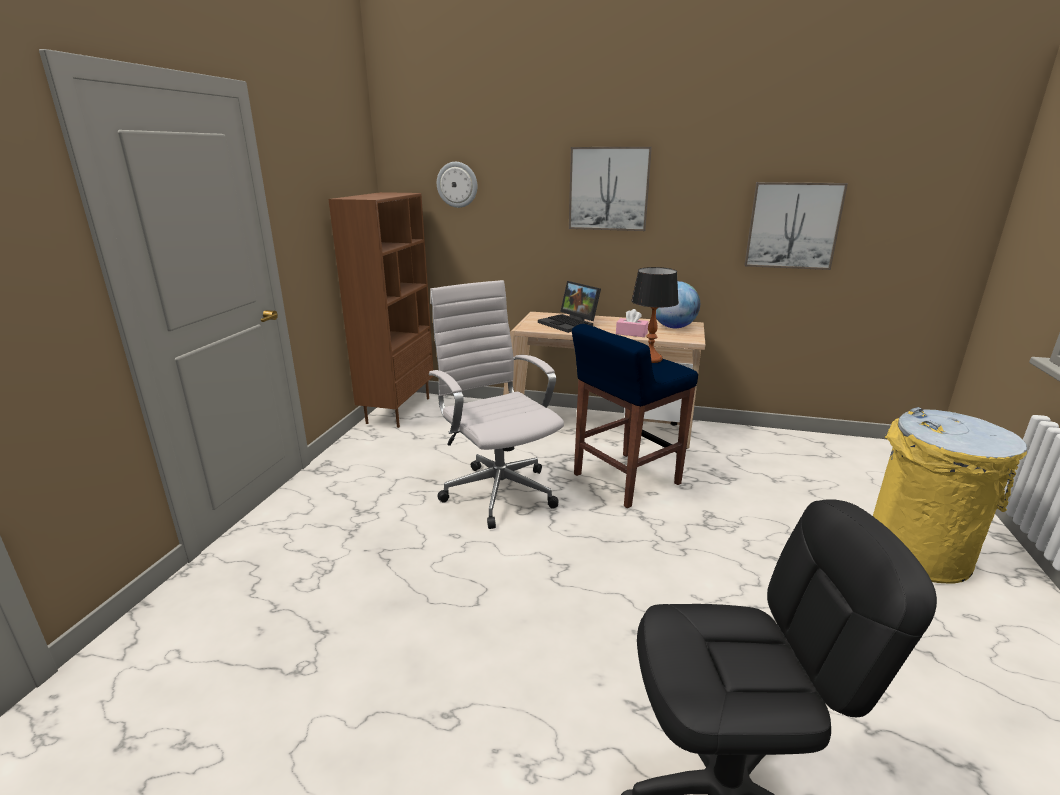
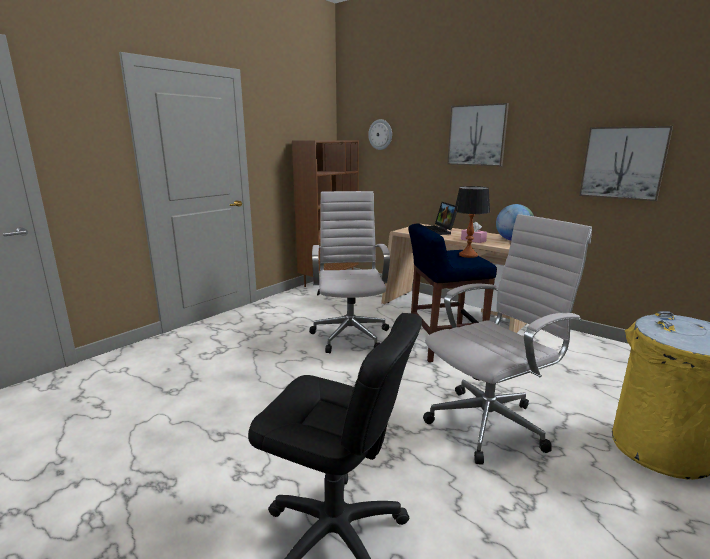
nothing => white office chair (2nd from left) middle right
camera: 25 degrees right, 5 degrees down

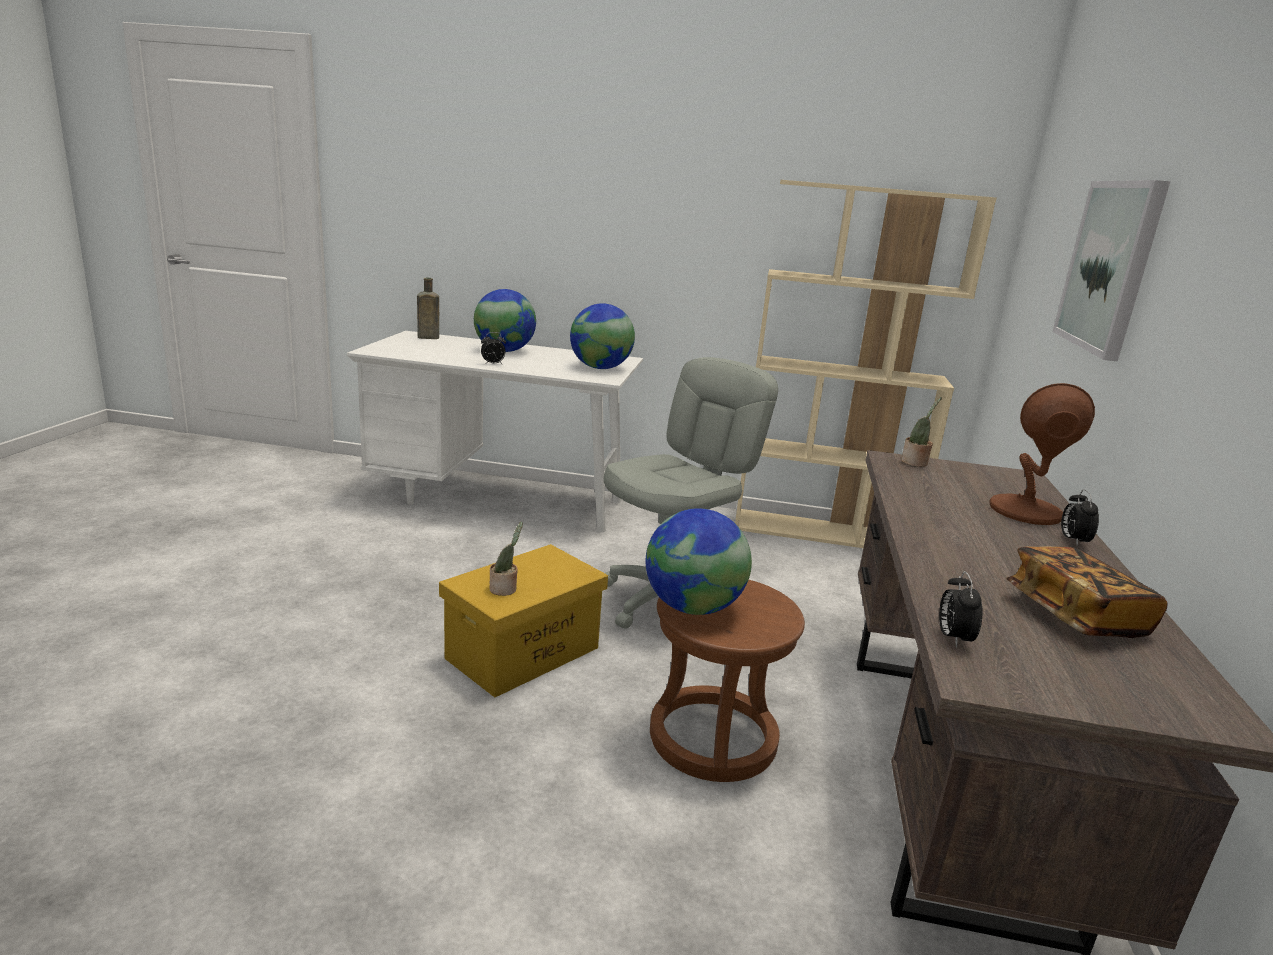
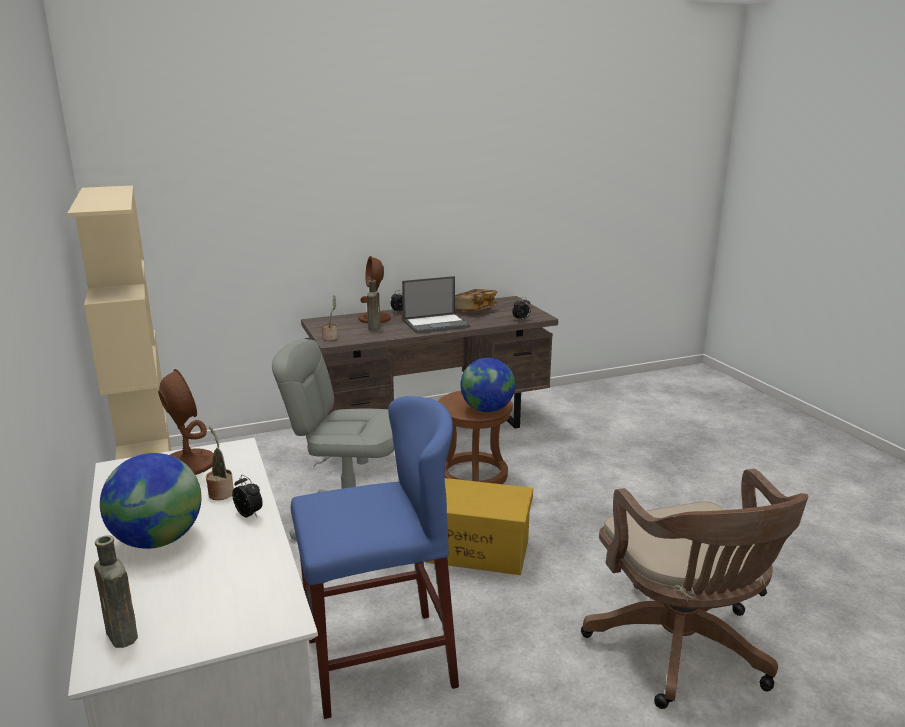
wall art top right => nothing
nothing => blue stool bottom centre
nothing => brown beverage bottle (2nd from left) centre
nothing => portable computer centre
nothing => brown office chair bottom right
houseplant (1st from left) centre => houseplant (1st from left) middle left, move
globe (2nd from left) centre => brown lamp for a table (1st from left) middle left
camera: 120 degrees left, 0 degrees up

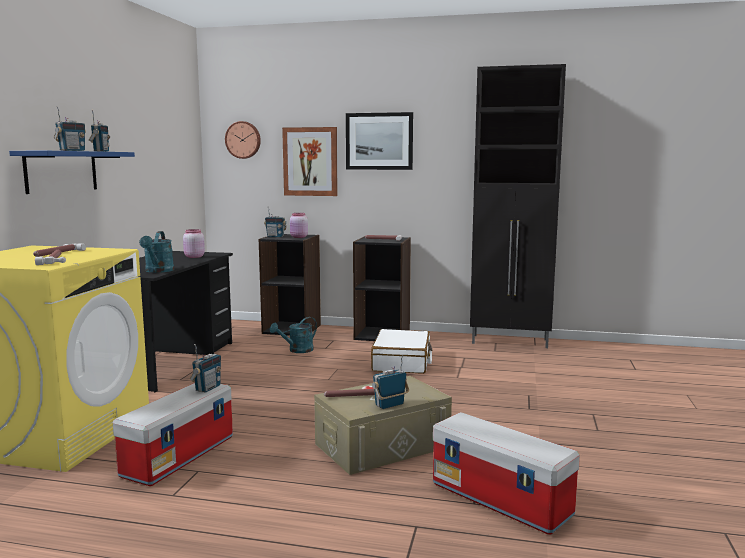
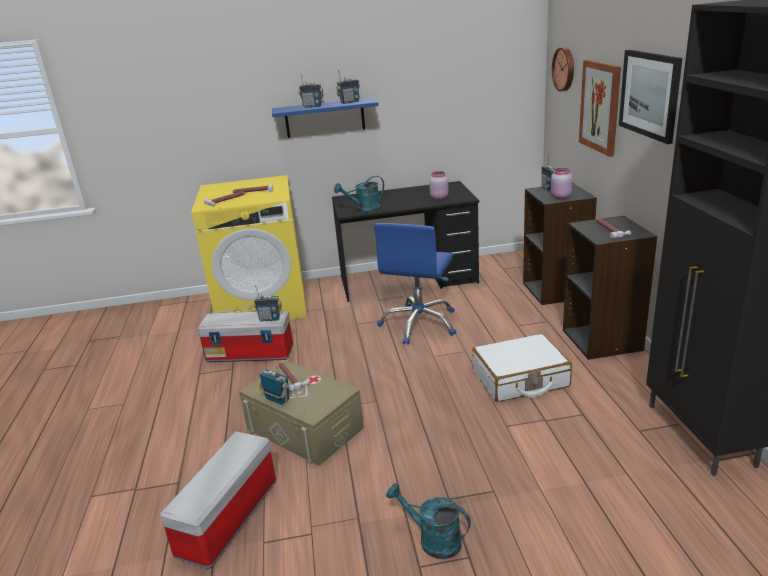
nothing => blue office chair centre
turquoise-coloured watering can (2nd from left) centre => turquoise-coloured watering can (2nd from left) bottom centre, move
camera: 70 degrees right, 15 degrees up

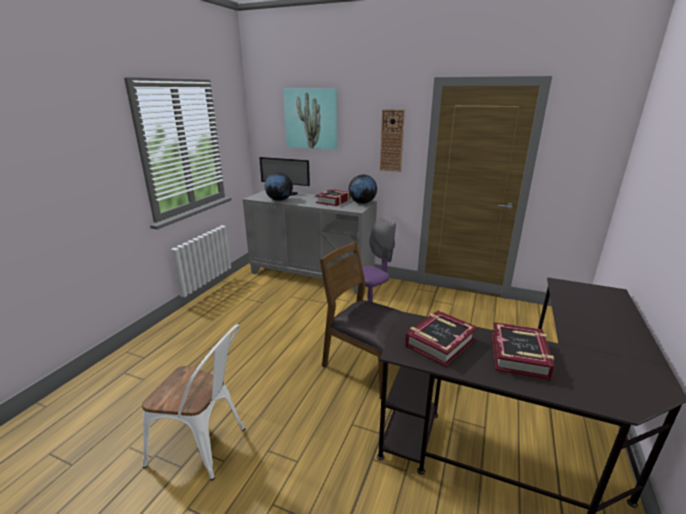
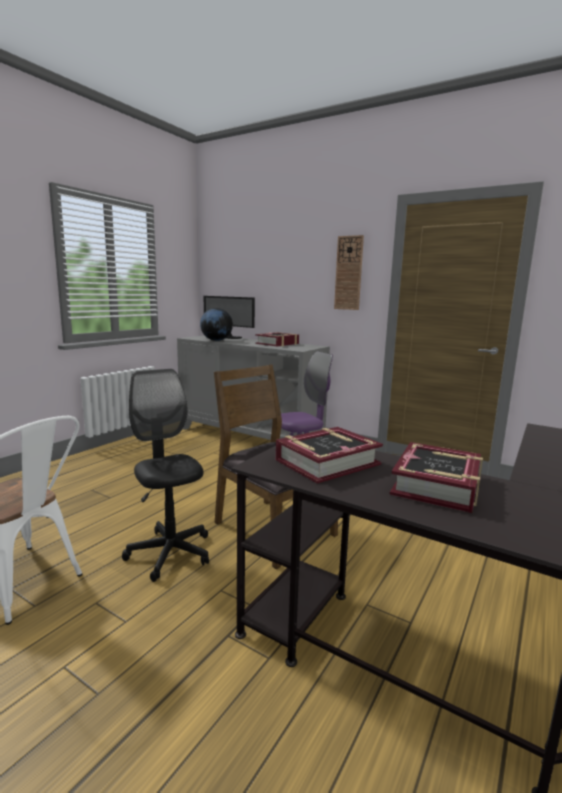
wall art top centre => nothing
globe (2nd from left) centre => nothing
nothing => black-coloured office chair middle left
camera: 10 degrees right, 10 degrees down

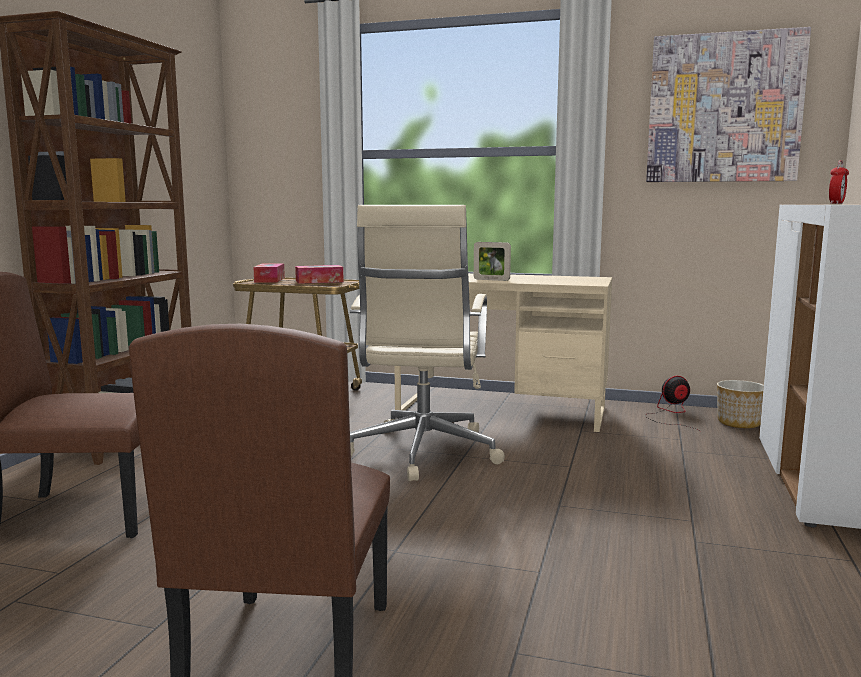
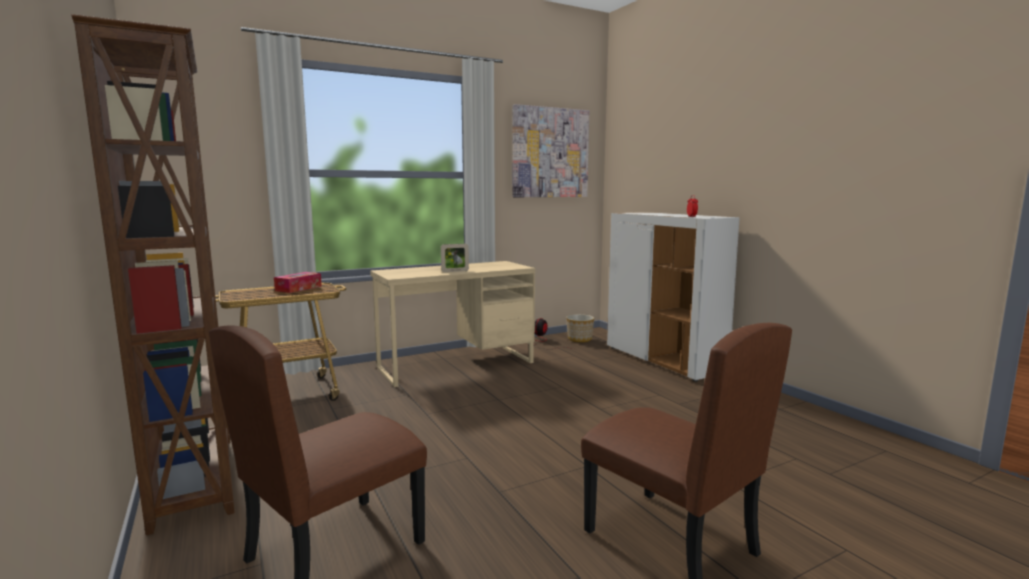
box of tissues (1st from left) middle left => nothing
sand-coloured office chair centre => nothing
camera: 45 degrees left, 0 degrees up

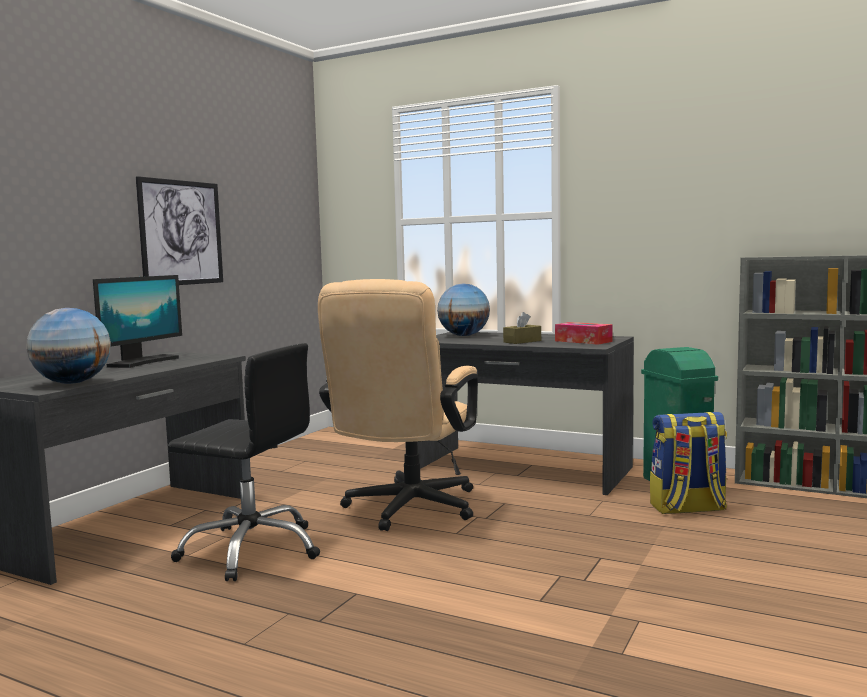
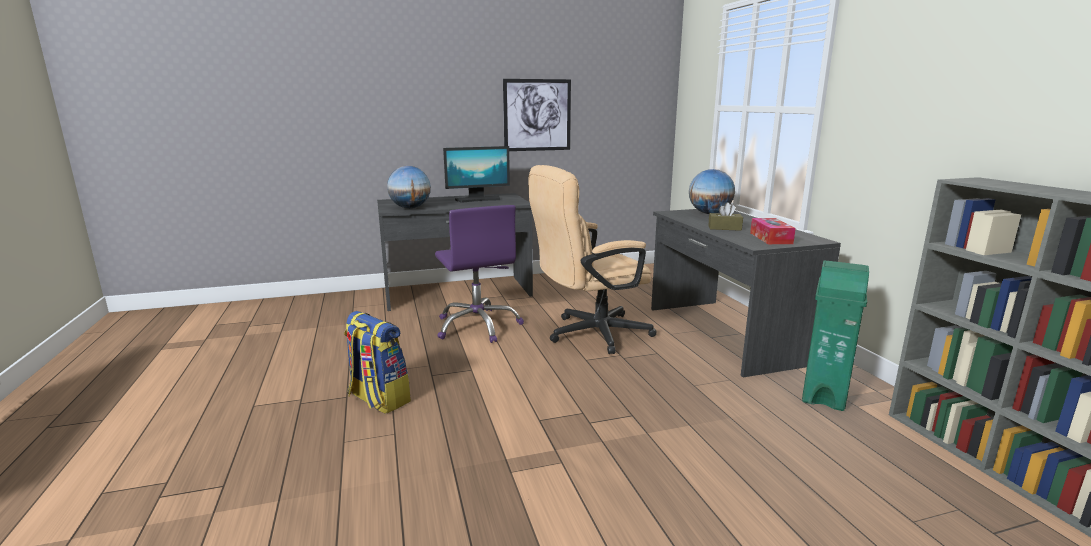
backpack middle right => backpack centre, move
black-coloured office chair middle left => purplish office chair centre
camera: 45 degrees right, 10 degrees up

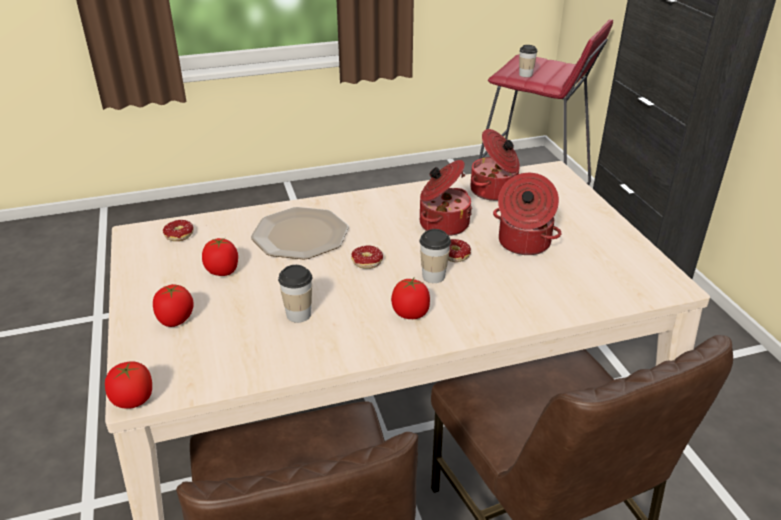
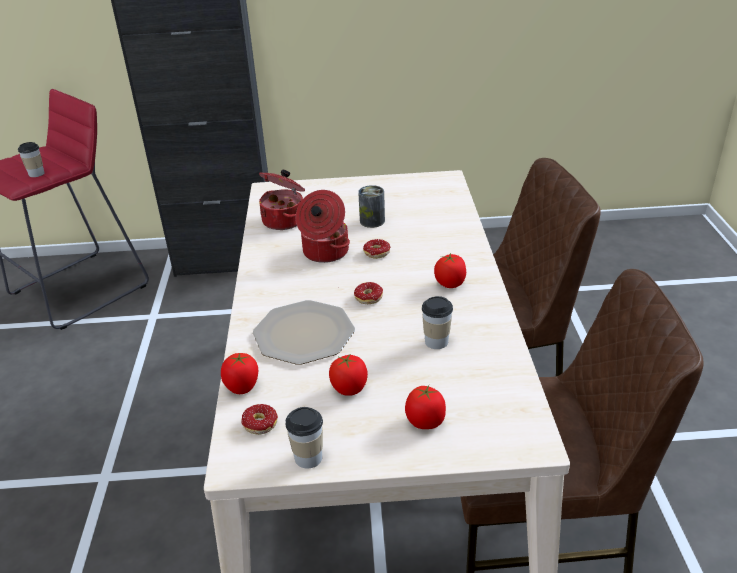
whole tomato (1st from left) bottom left => whole tomato (1st from left) middle left, move
drinking cup (2nd from left) centre => drinking cup (2nd from left) bottom centre, move
cooking pot (3rd from left) middle right => can centre
camera: 75 degrees left, 0 degrees up

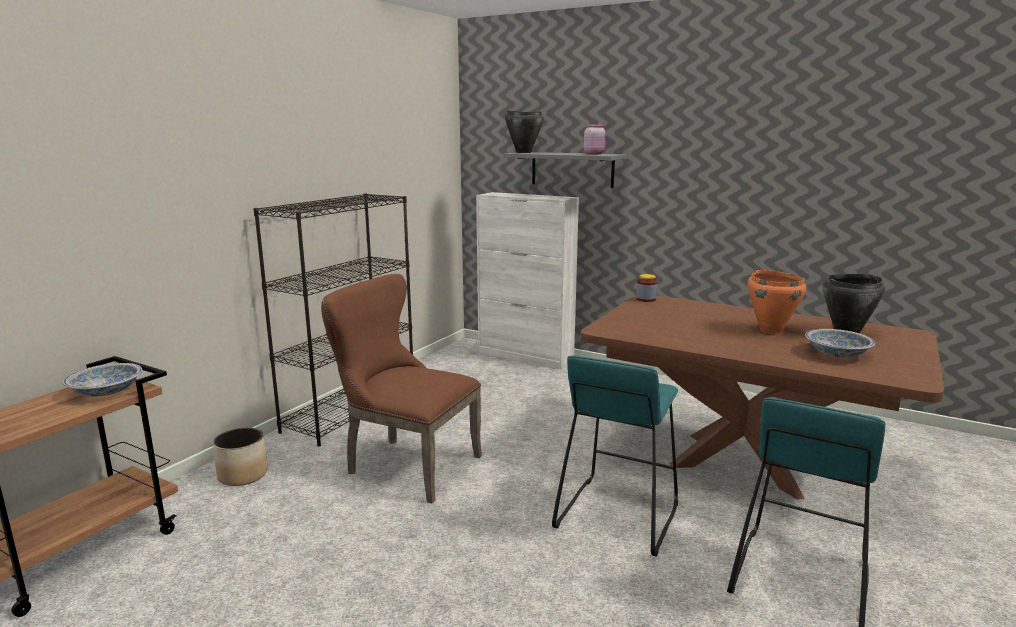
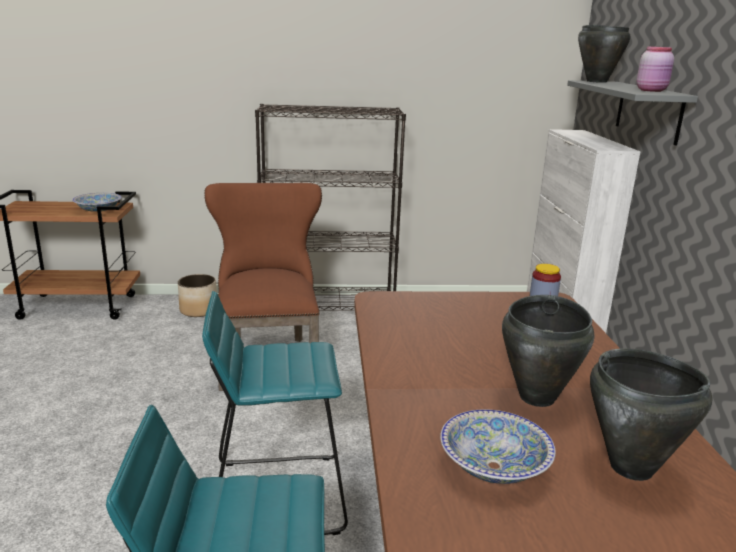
orange-coloured cooking pot middle right => black-coloured cooking pot (1st from left) middle right
camera: 55 degrees right, 5 degrees up

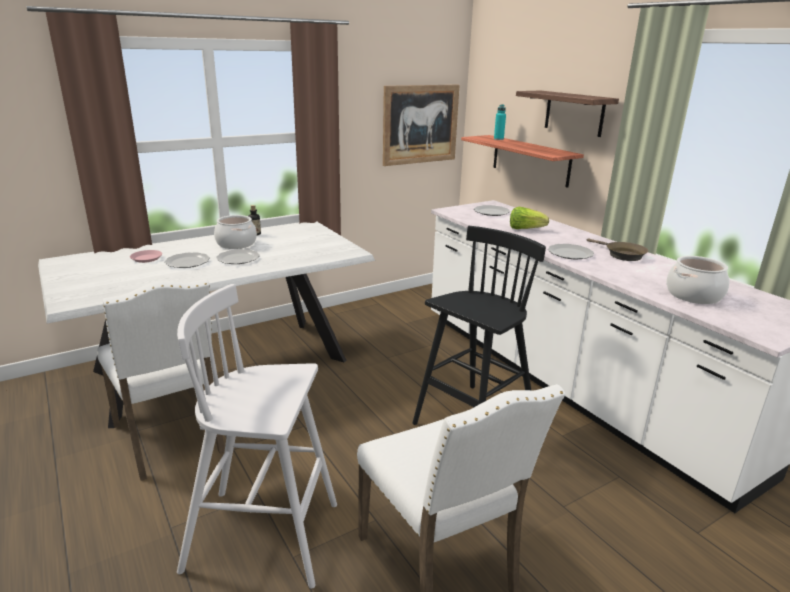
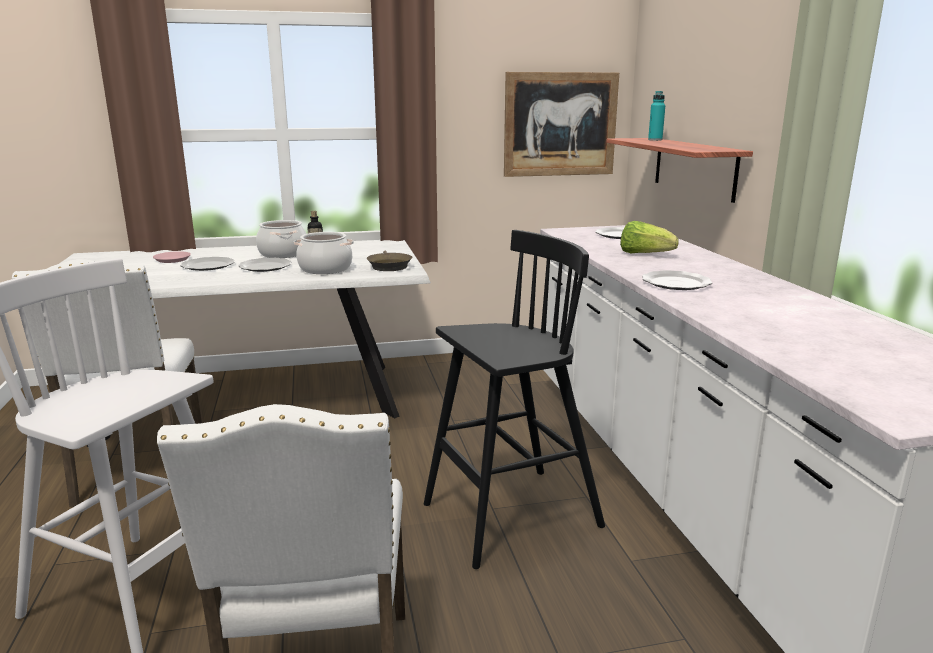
bracket shelf (2nd from left) top right => nothing
brown pan middle right => brown pan centre, move
cooking pot (2nd from left) middle right => cooking pot (2nd from left) centre, move
camera: 20 degrees right, 5 degrees down

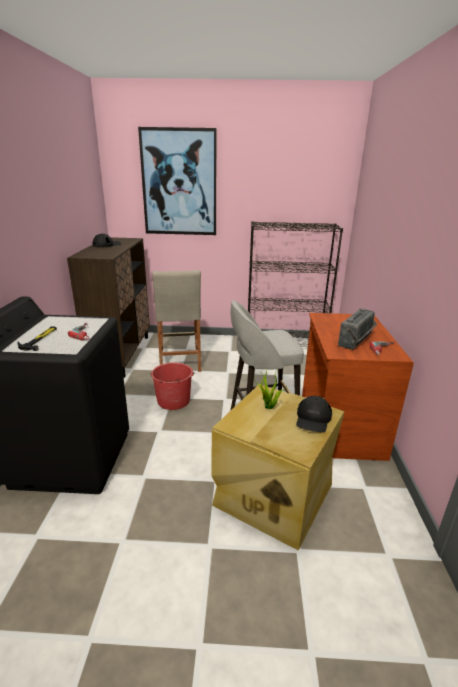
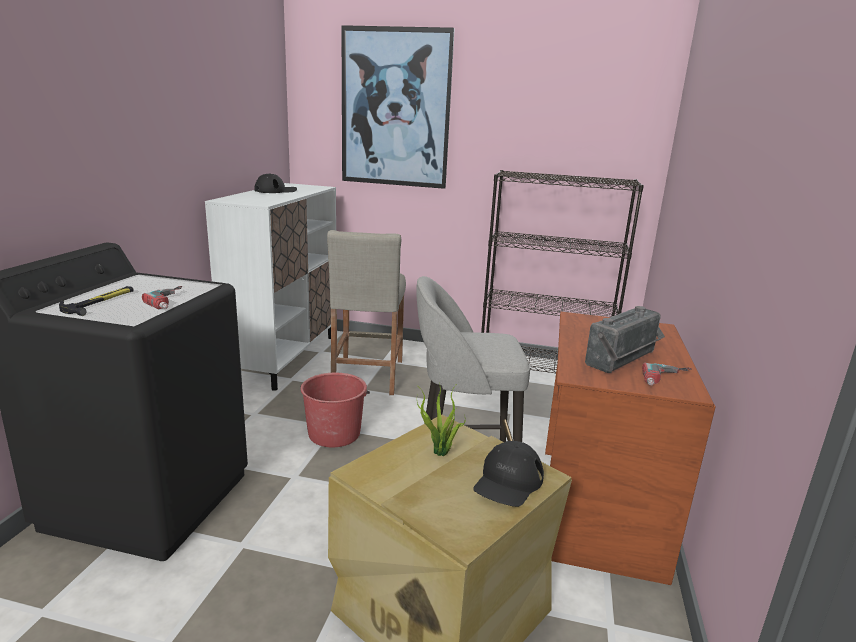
brown storage cabinet middle left => white storage cabinet middle left
camera: 10 degrees right, 5 degrees down

